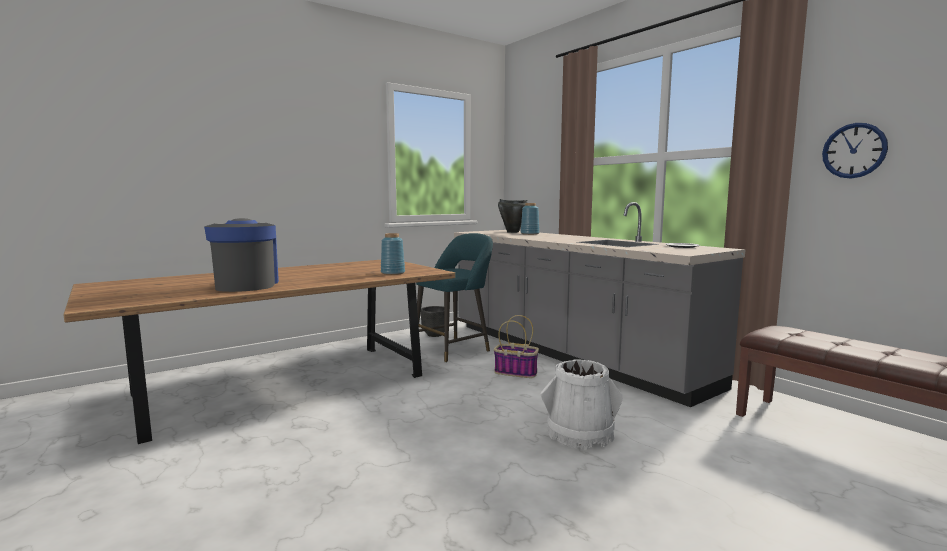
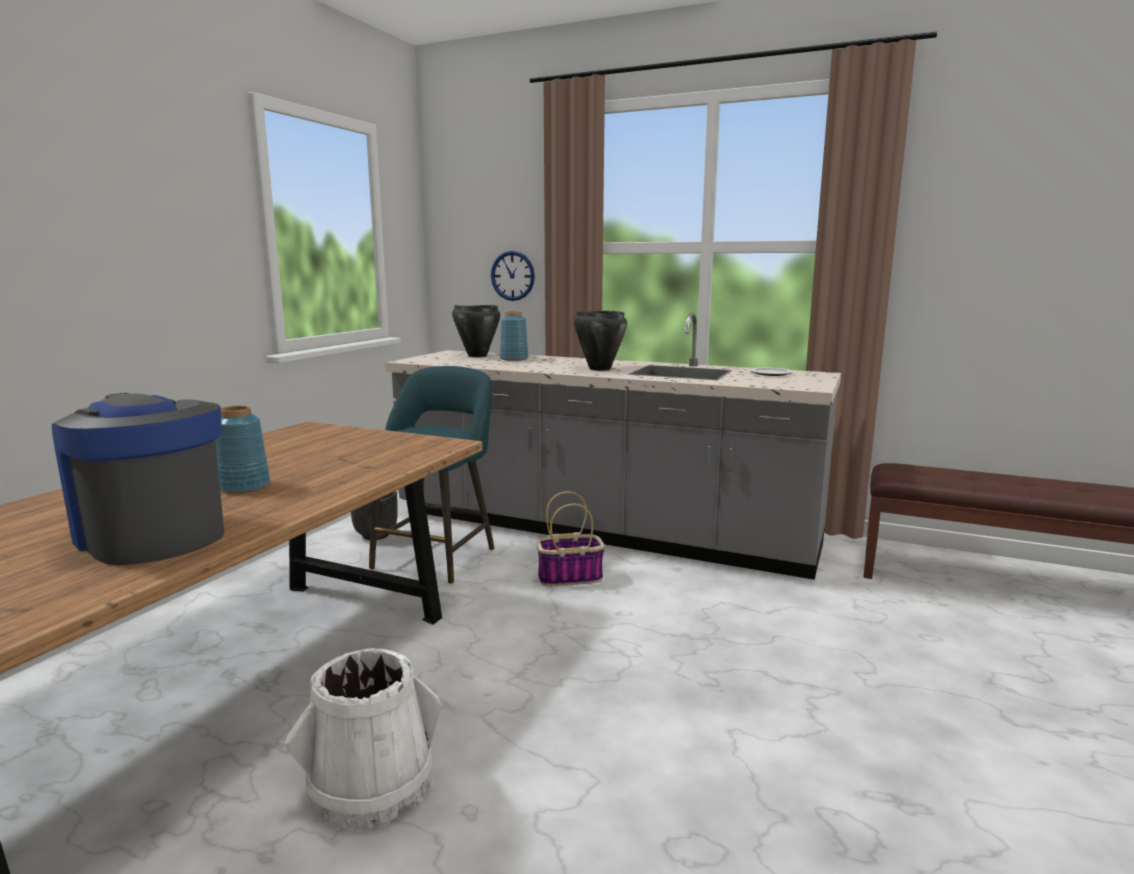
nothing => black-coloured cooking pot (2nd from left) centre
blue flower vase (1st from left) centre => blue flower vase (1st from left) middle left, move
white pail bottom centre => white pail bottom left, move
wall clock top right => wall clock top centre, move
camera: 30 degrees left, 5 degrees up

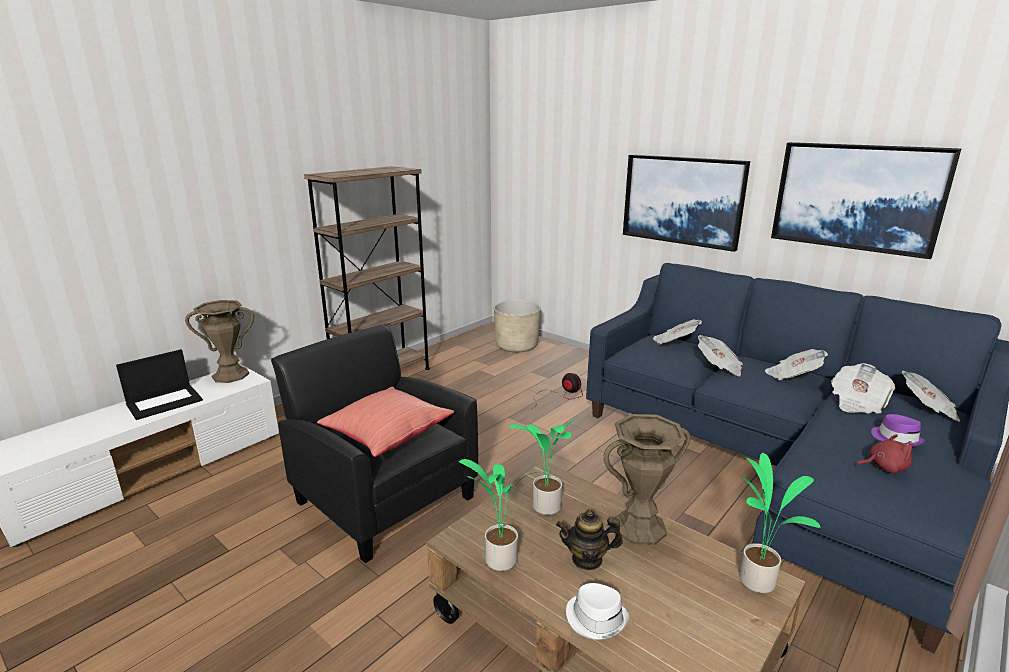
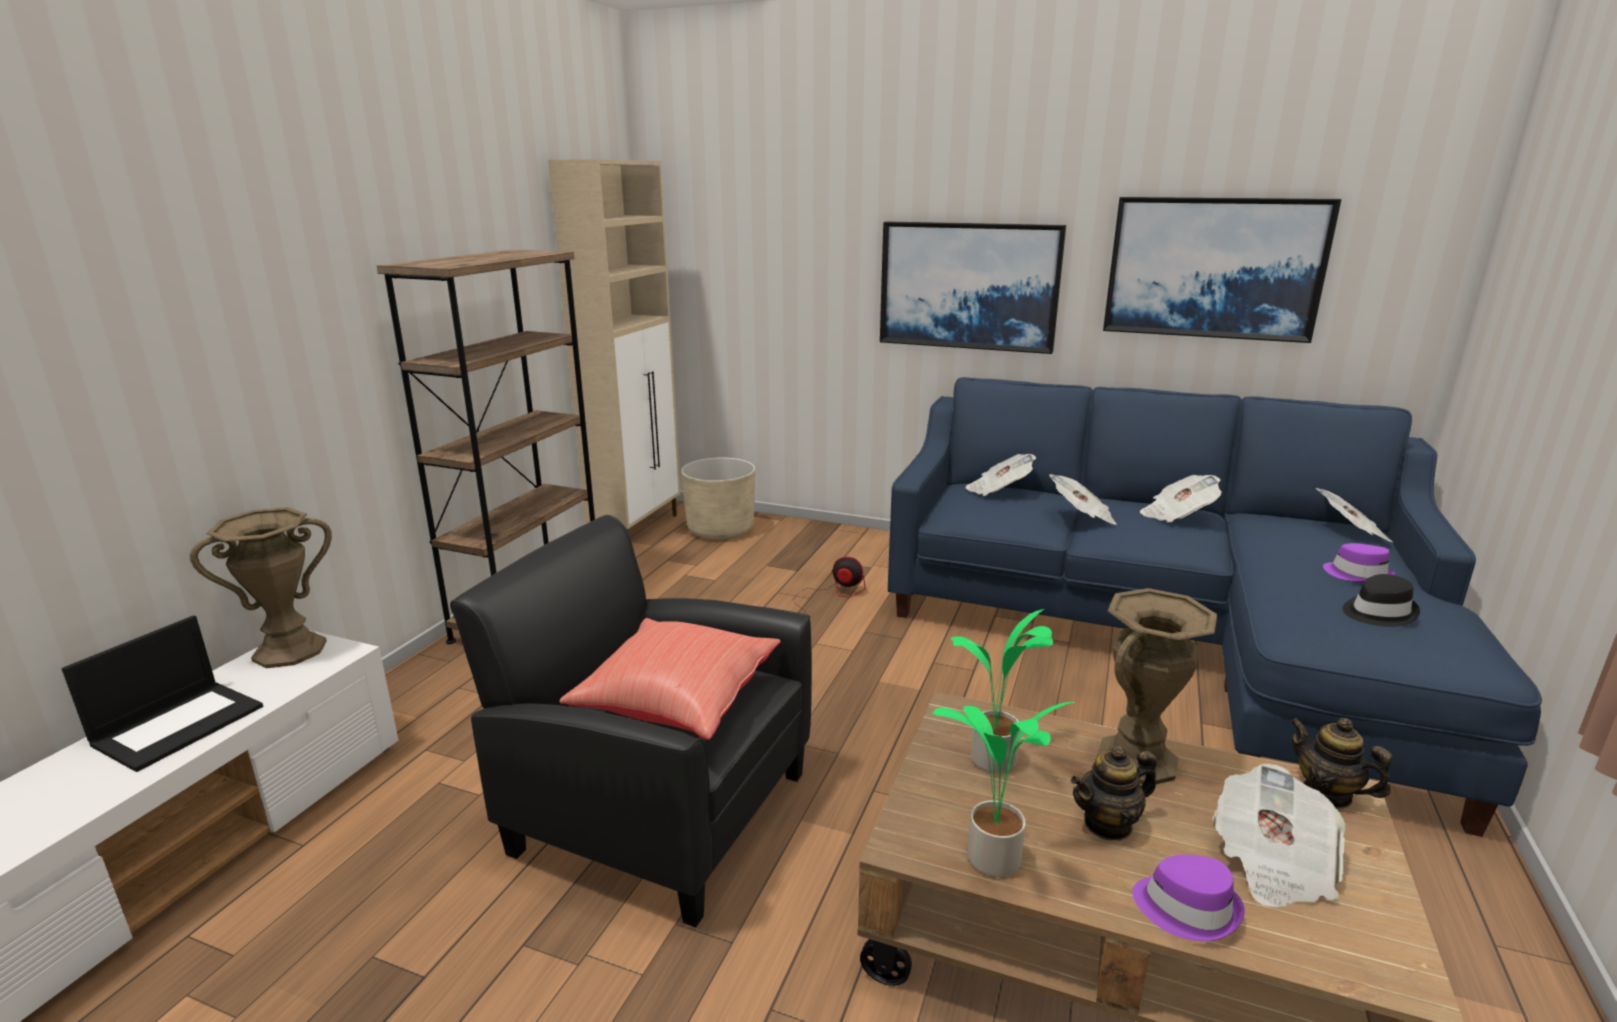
nothing => sand-coloured storage cabinet centre
newspaper (4th from left) middle right => newspaper (4th from left) bottom right, move
houseplant (3rd from left) bottom right => teapot (2nd from left) bottom right
reddish plush toy bottom right => black-coloured wearable hat middle right
white wearable hat bottom centre => purplish wearable hat (1st from left) bottom right
camera: 20 degrees left, 0 degrees up

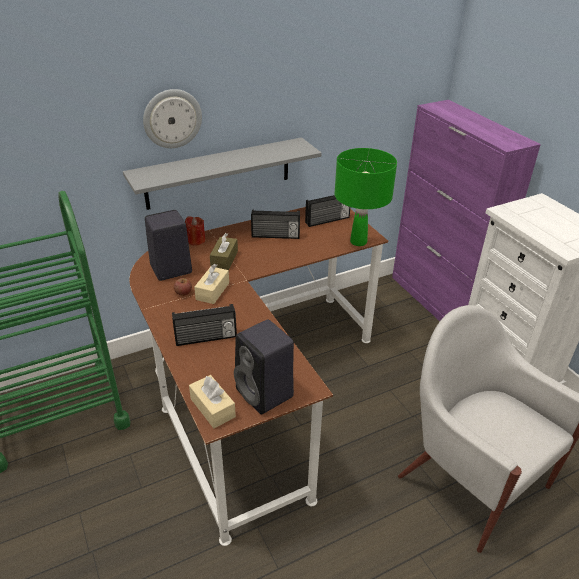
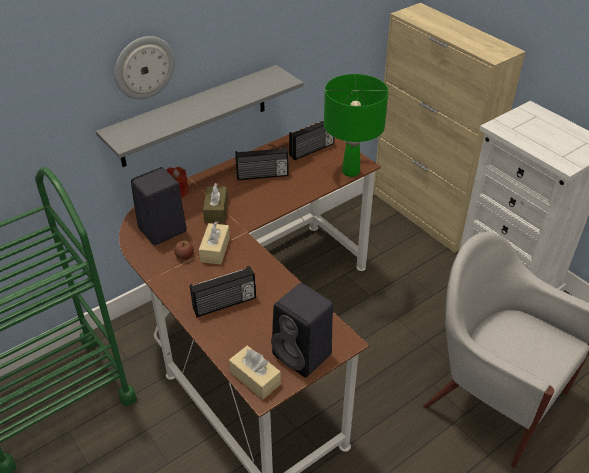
purplish storage cabinet middle right => sand-coloured storage cabinet top right
camera: 10 degrees left, 5 degrees up

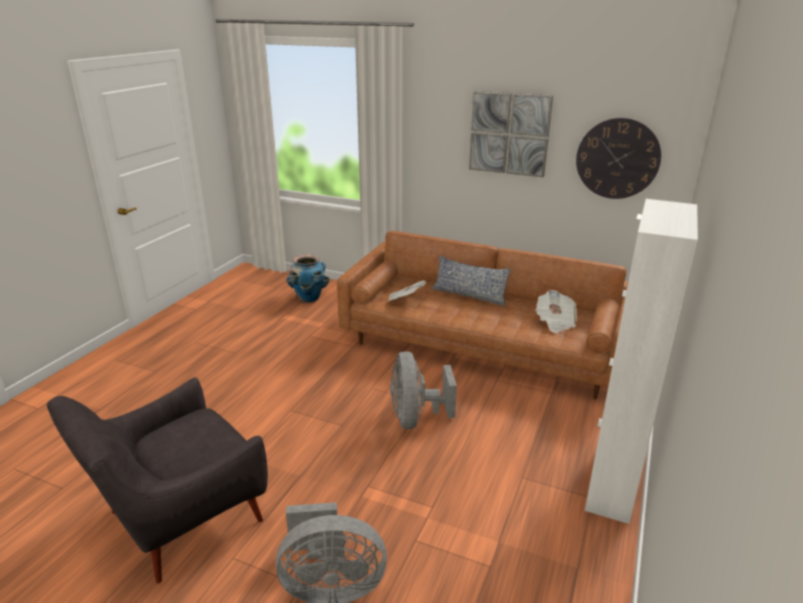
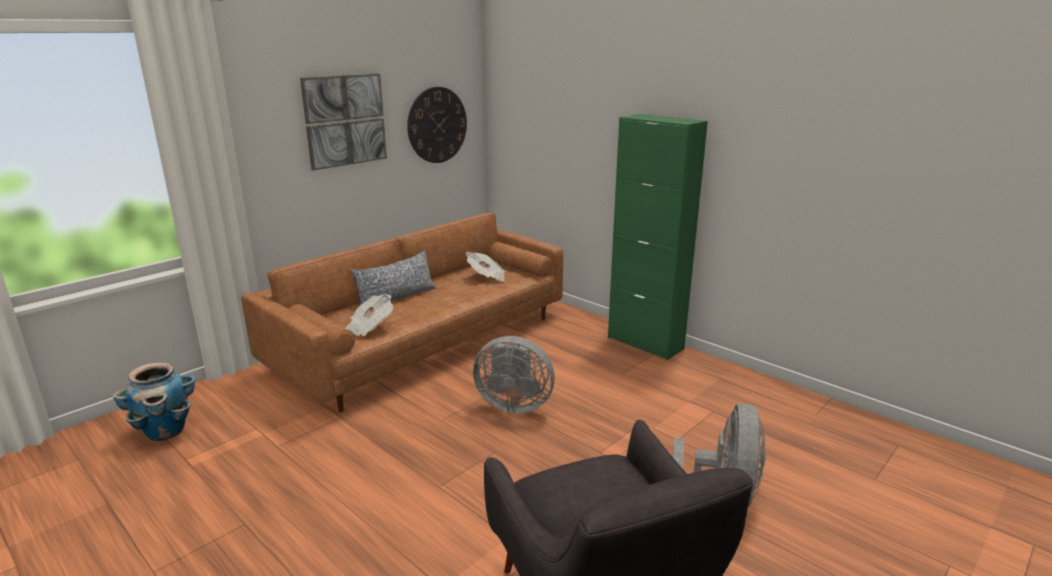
white storage cabinet middle right => greenish storage cabinet centre
camera: 70 degrees left, 5 degrees down

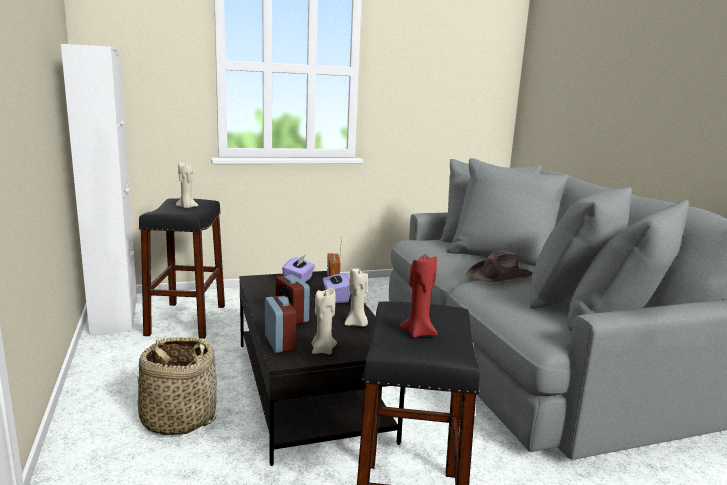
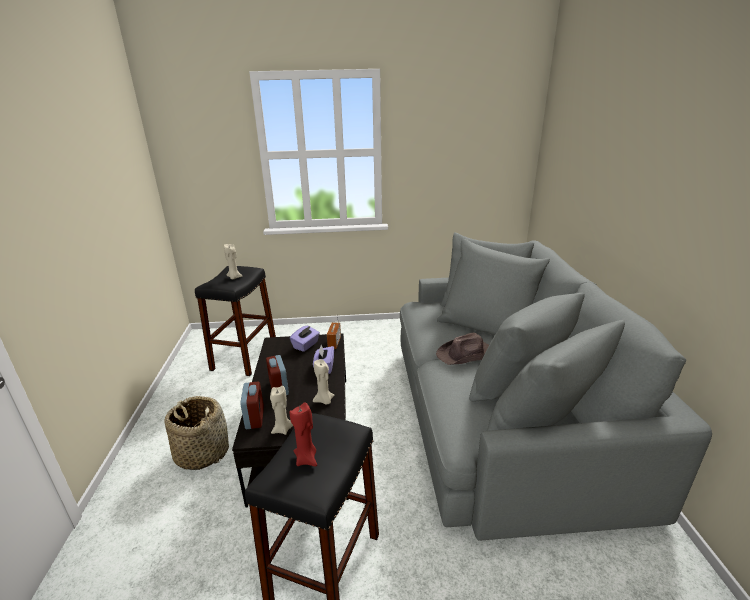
white storage cabinet middle left => nothing
camera: 15 degrees right, 10 degrees up

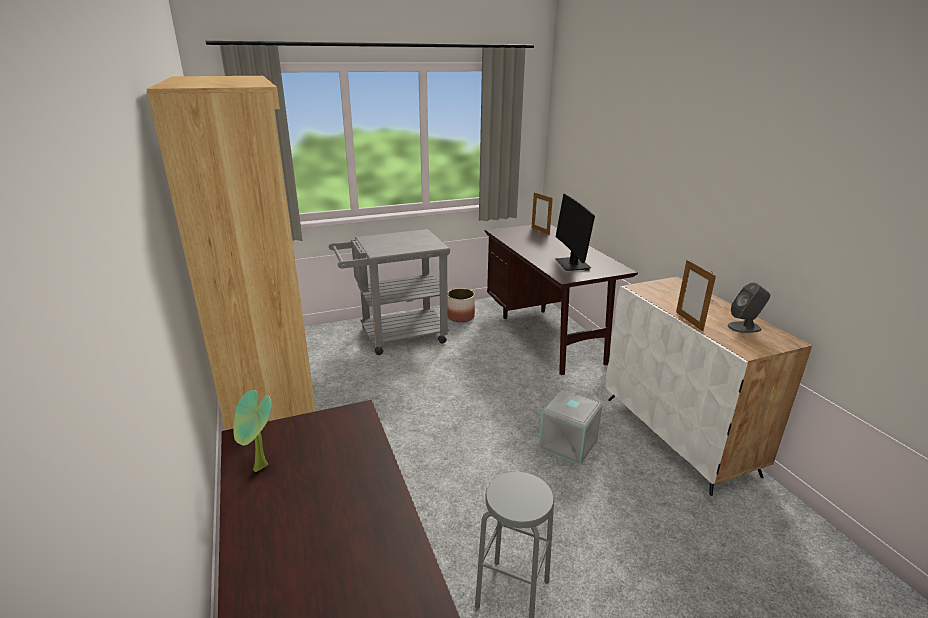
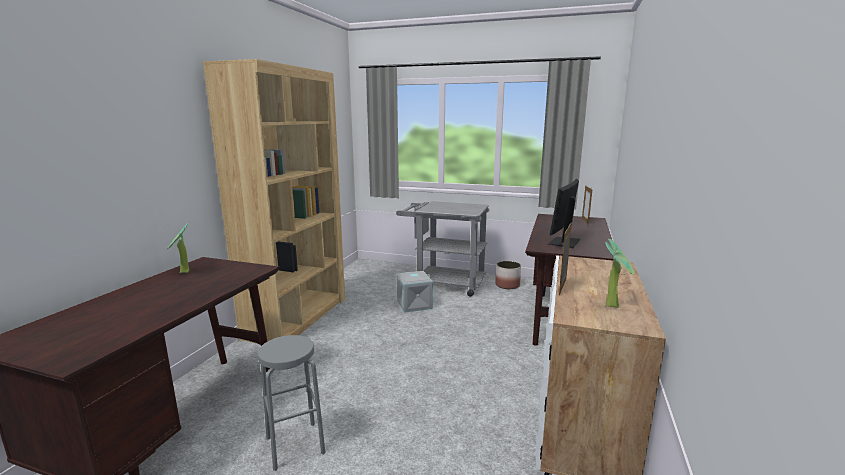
grey storage box bottom centre => grey storage box centre, move
grey speaker middle right => houseplant (2nd from left) middle right
camera: 40 degrees right, 10 degrees down

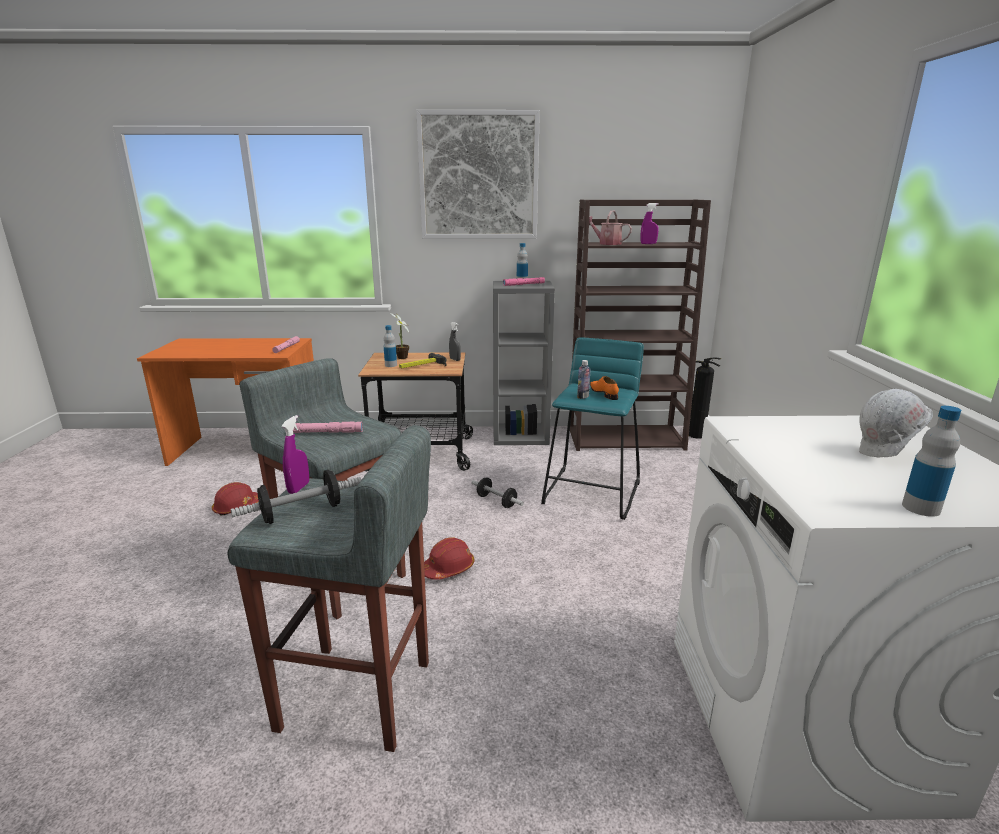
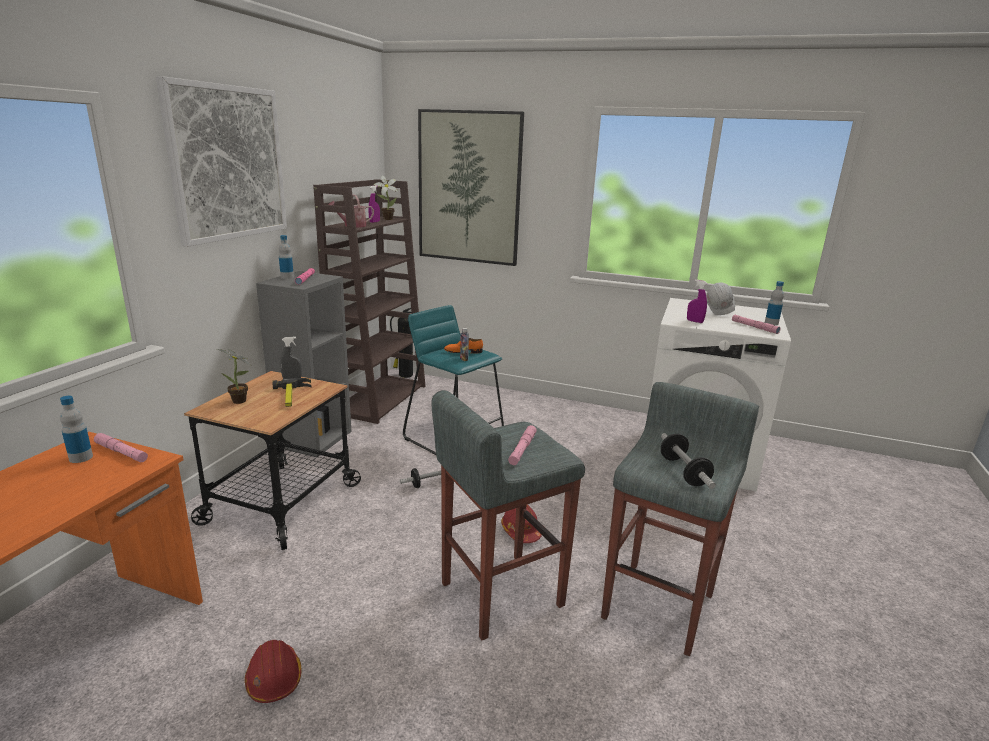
nothing => houseplant (2nd from left) top centre
nothing => wall art (2nd from left) top centre
nothing => pink-coloured torch (4th from left) middle right
purplish sprayer (1st from left in the first image) middle left => purplish sprayer (2nd from left) middle right, move
beverage bottle (1st from left) centre => beverage bottle (1st from left) middle left, move
camera: 70 degrees left, 0 degrees up

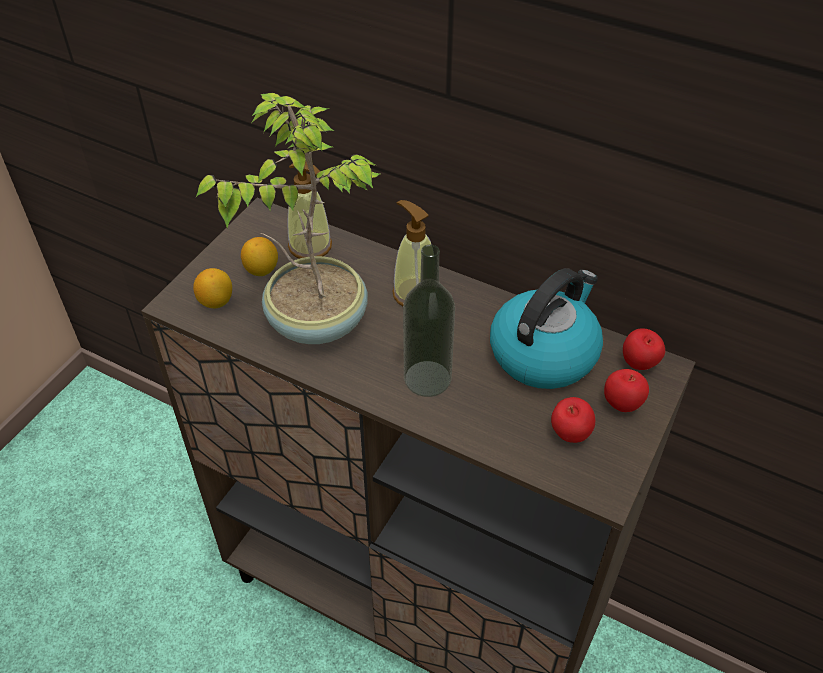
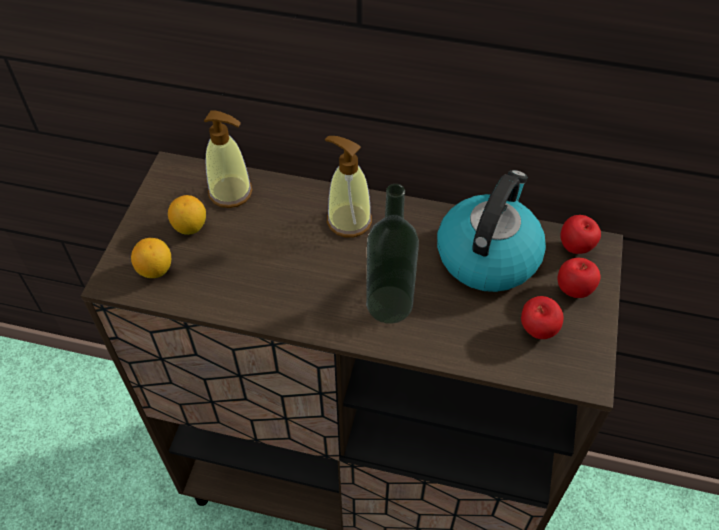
houseplant top centre => nothing
camera: 15 degrees left, 5 degrees up

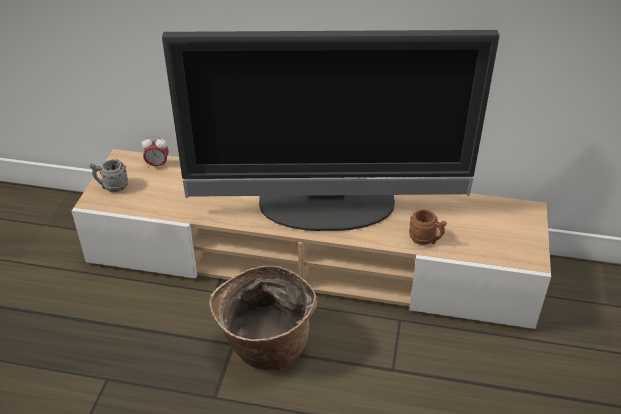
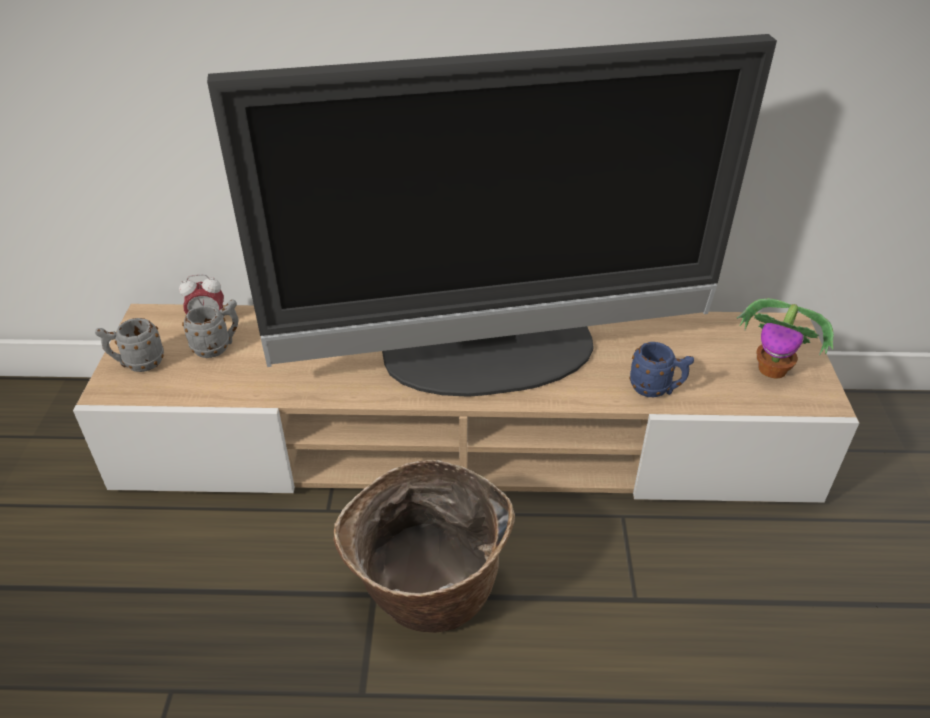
nothing => grey coffee mug (2nd from left) middle left
nothing => houseplant middle right
brown coffee mug middle right => blue coffee mug middle right
camera: 10 degrees left, 0 degrees up

